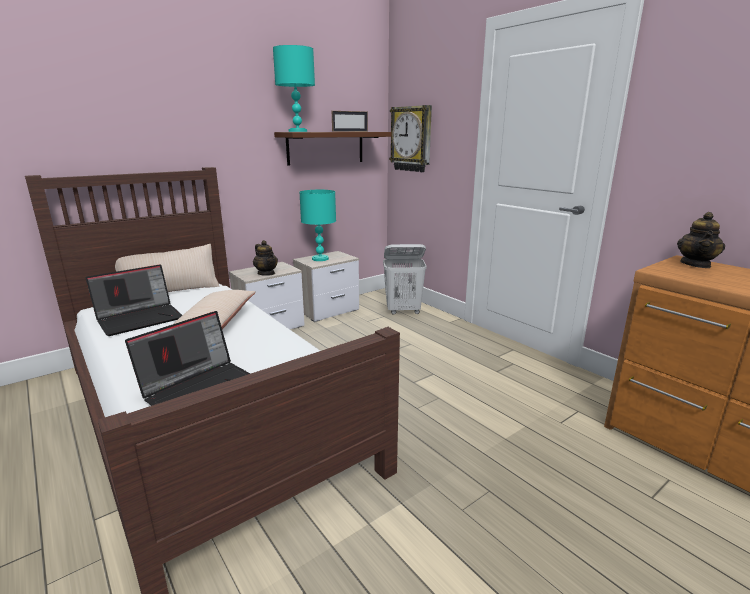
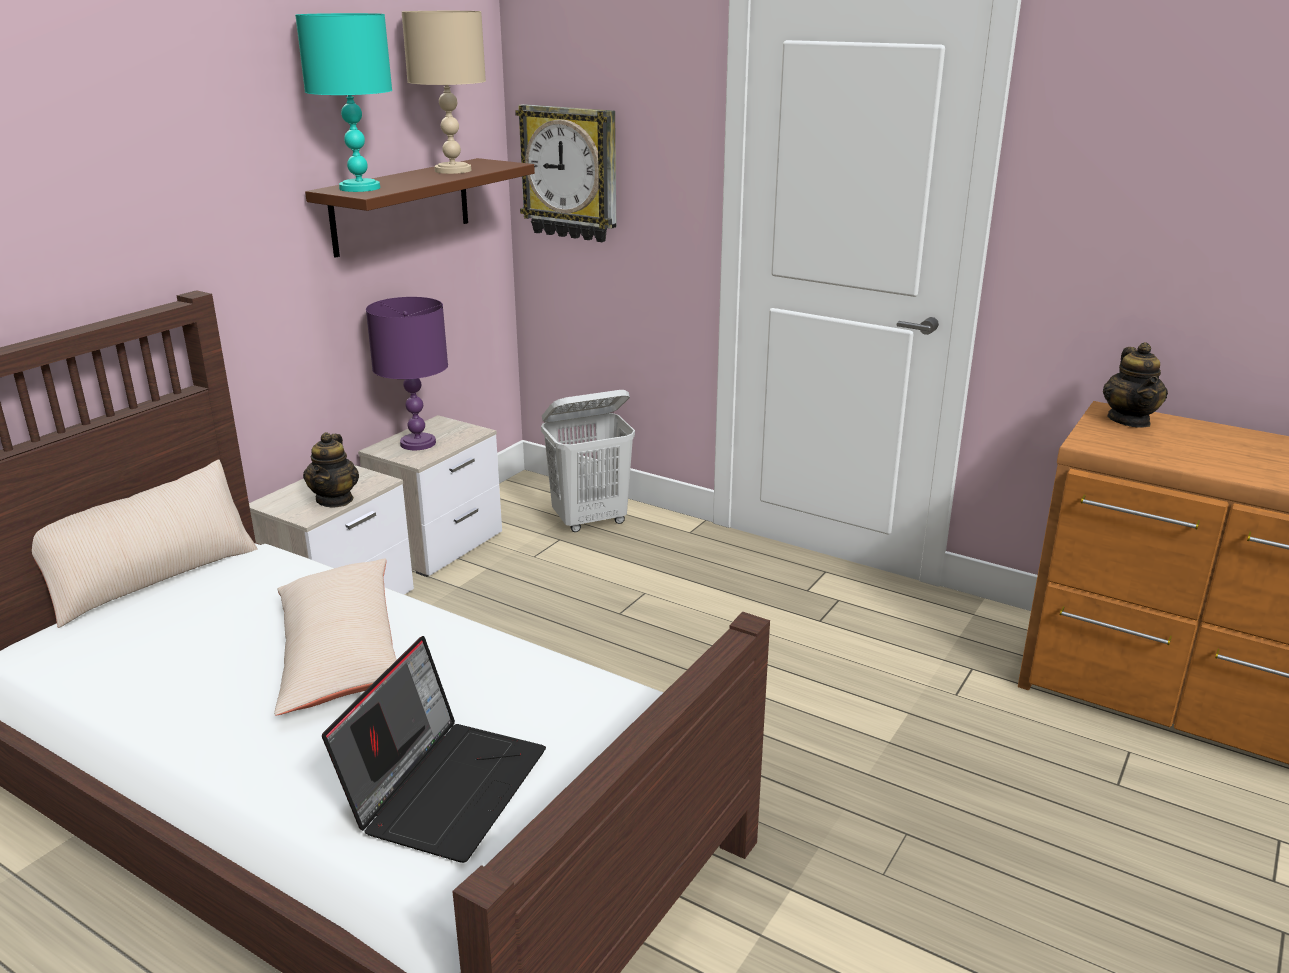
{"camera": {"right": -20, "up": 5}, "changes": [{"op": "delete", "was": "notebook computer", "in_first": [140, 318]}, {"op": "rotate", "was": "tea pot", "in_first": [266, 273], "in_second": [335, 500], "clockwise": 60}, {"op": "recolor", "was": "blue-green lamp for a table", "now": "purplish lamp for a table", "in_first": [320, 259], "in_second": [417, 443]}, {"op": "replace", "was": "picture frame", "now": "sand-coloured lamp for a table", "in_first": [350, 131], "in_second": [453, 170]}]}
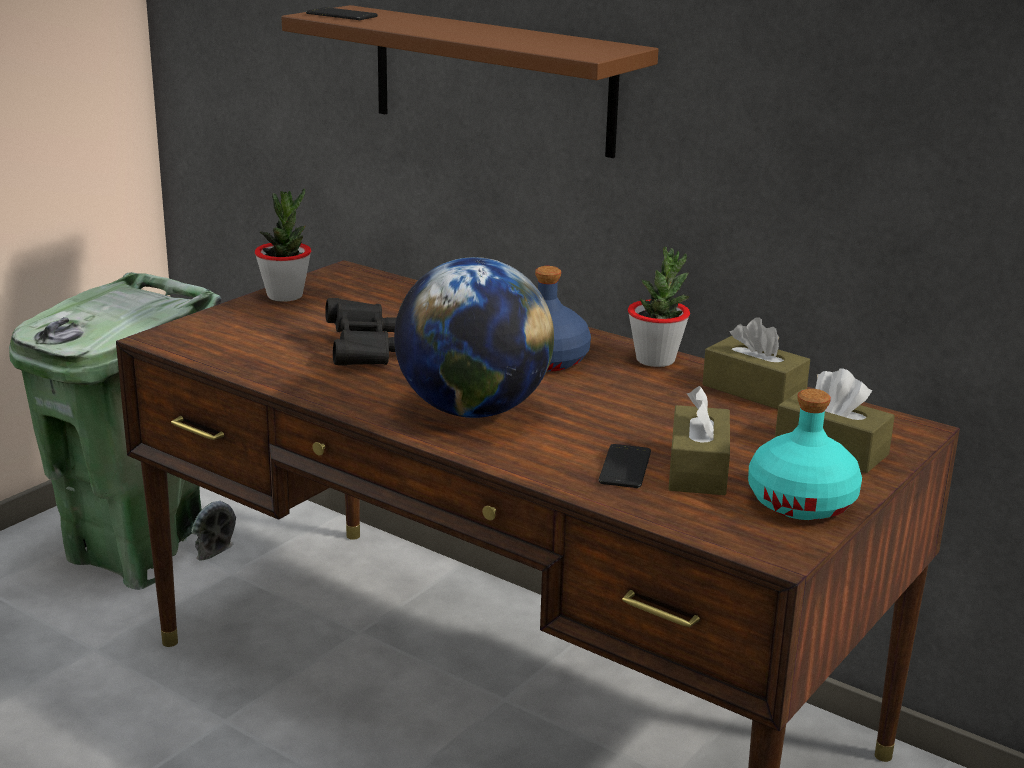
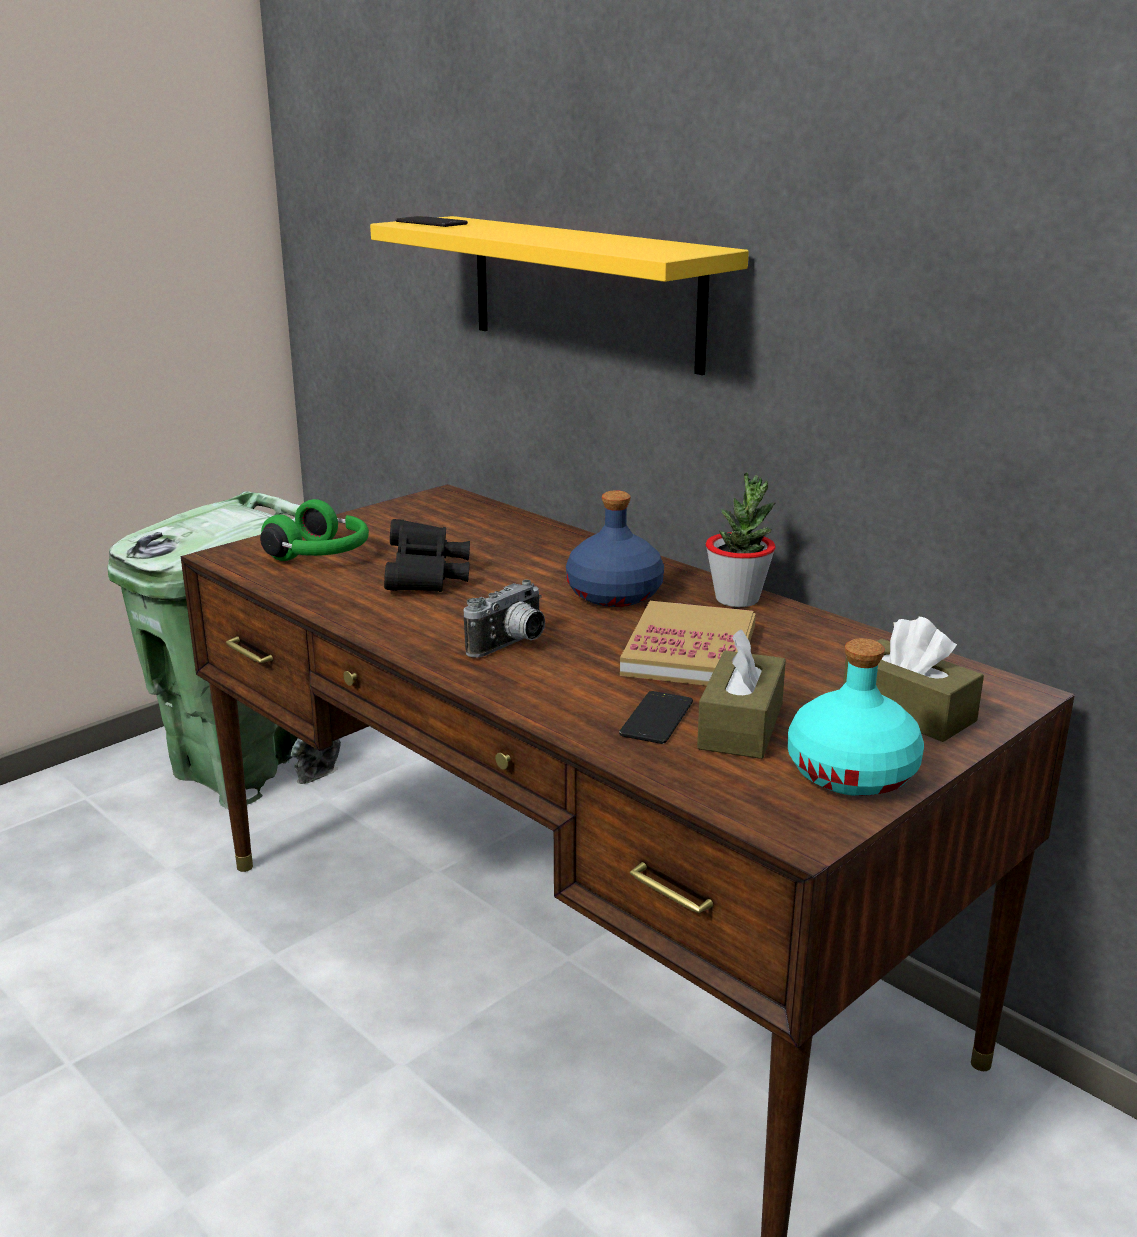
{"camera": {"right": 10, "up": 0}, "changes": [{"op": "delete", "was": "potted plant", "in_first": [285, 296]}, {"op": "recolor", "was": "brown-coloured shelf", "now": "yellow shelf", "in_first": [492, 80], "in_second": [584, 291]}, {"op": "replace", "was": "globe", "now": "still camera", "in_first": [473, 410], "in_second": [512, 645]}, {"op": "delete", "was": "brown-coloured tissue box", "in_first": [753, 390]}, {"op": "insert", "now": "green-coloured pair of headphones", "in_second": [321, 555]}, {"op": "insert", "now": "book", "in_second": [690, 651]}]}
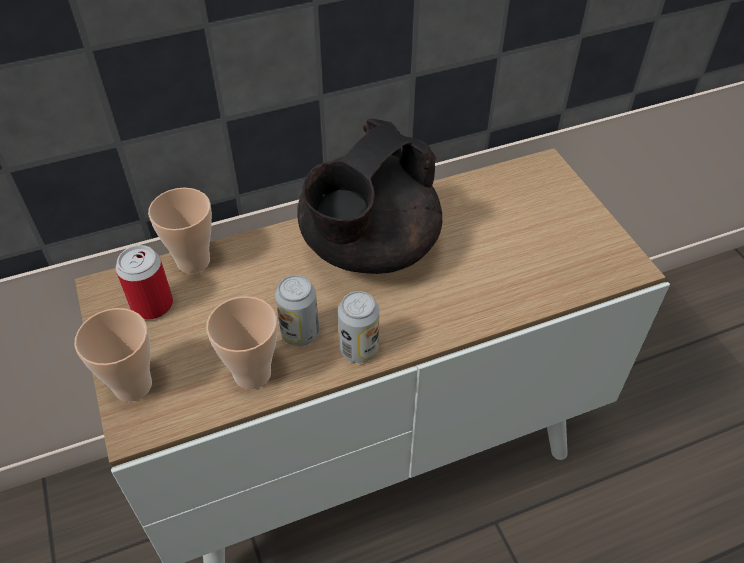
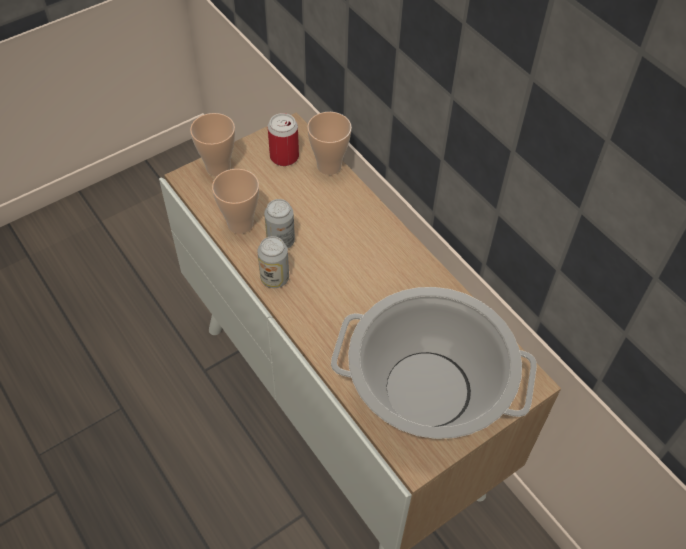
{"camera": {"right": 75, "up": 5}, "changes": [{"op": "delete", "was": "black tea pot", "in_first": [368, 249]}, {"op": "insert", "now": "cooking pot", "in_second": [429, 390]}]}
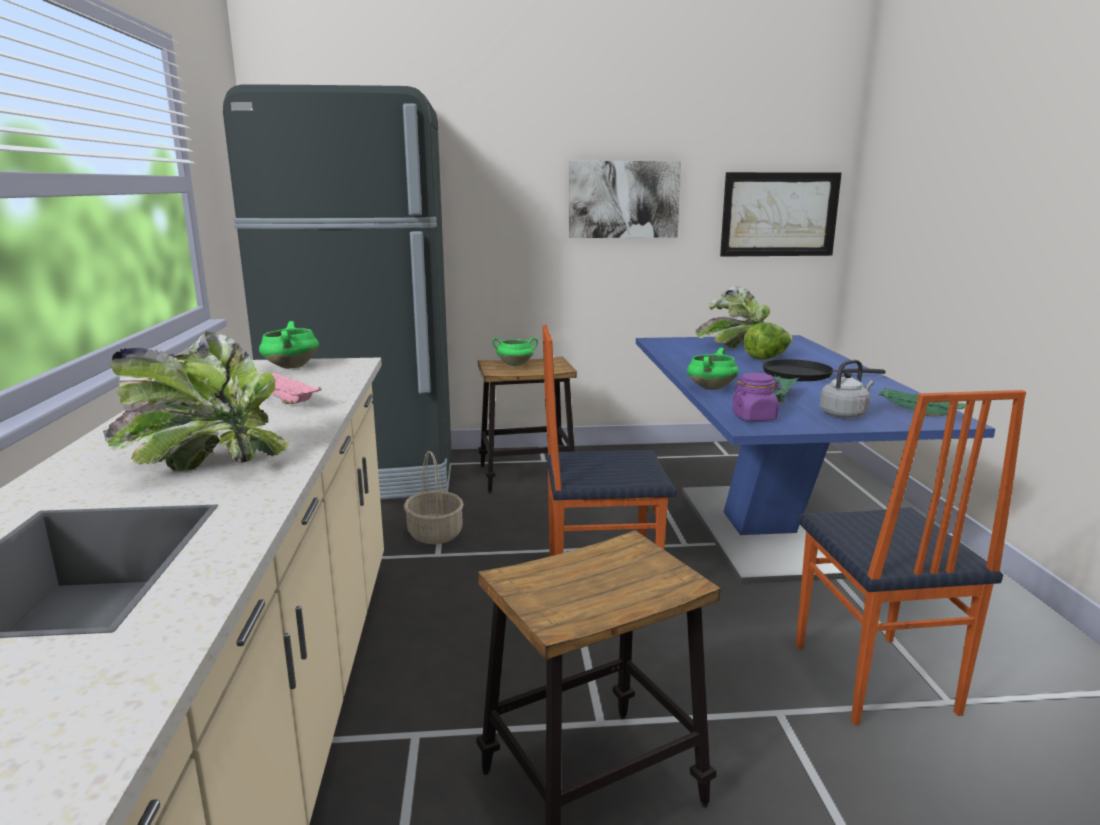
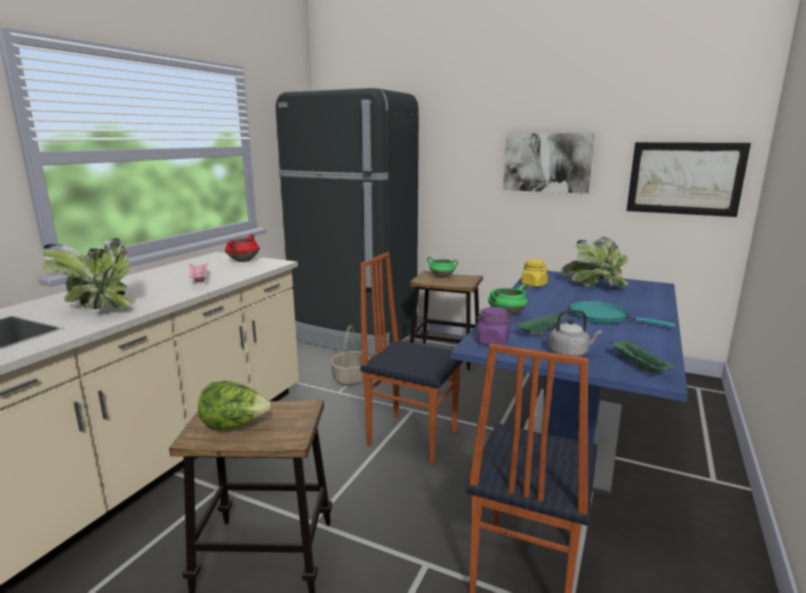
{"camera": {"right": 30, "up": 0}, "changes": [{"op": "recolor", "was": "green-coloured cooking pot", "now": "reddish cooking pot", "in_first": [290, 367], "in_second": [243, 261]}, {"op": "move", "was": "lettuce", "in_first": [766, 358], "in_second": [234, 426]}, {"op": "recolor", "was": "black pan", "now": "blue-green pan", "in_first": [802, 375], "in_second": [602, 316]}, {"op": "insert", "now": "yellow jar", "in_second": [534, 284]}]}
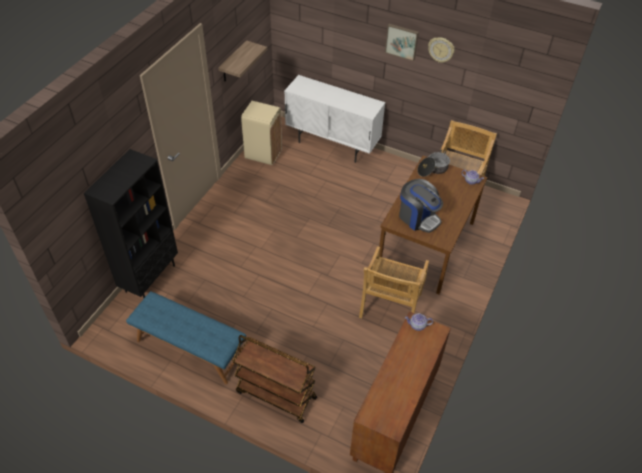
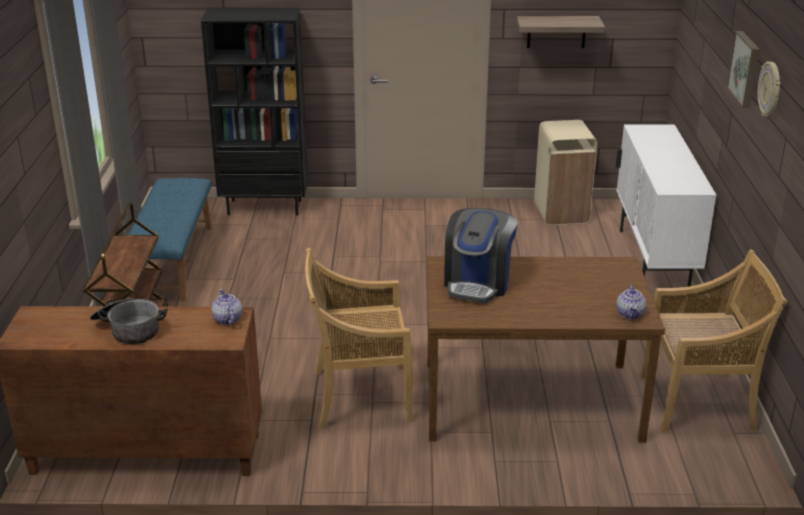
{"camera": {"right": 65, "up": -20}, "changes": [{"op": "move", "was": "cooking pot", "in_first": [433, 169], "in_second": [128, 330]}]}
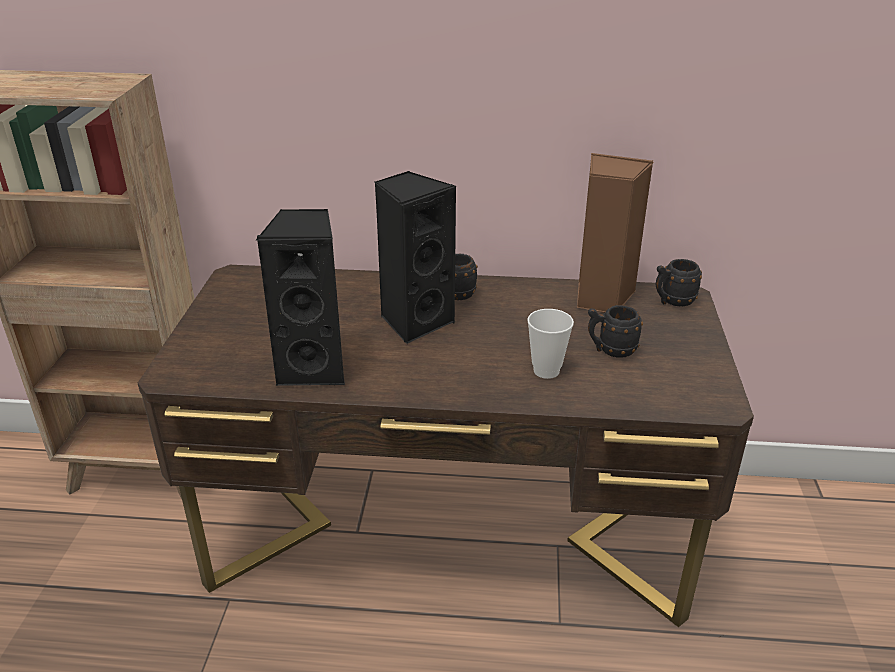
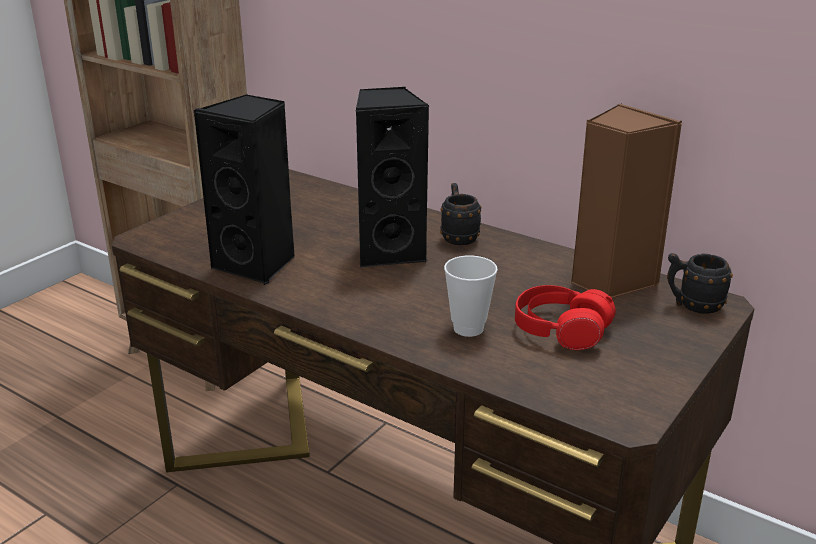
{"camera": {"right": 30, "up": -5}, "changes": [{"op": "replace", "was": "black mug", "now": "reddish pair of headphones", "in_first": [610, 350], "in_second": [561, 330]}]}
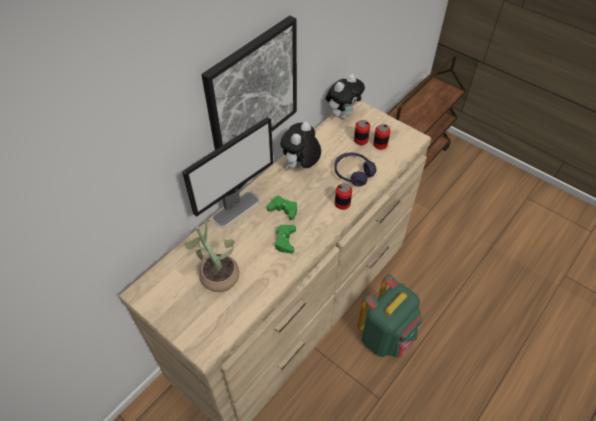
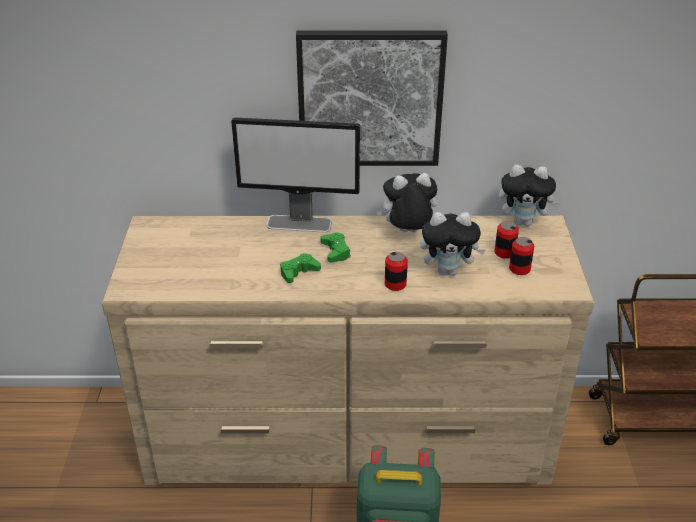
{"camera": {"right": 50, "up": -15}, "changes": [{"op": "delete", "was": "potted plant", "in_first": [217, 273]}, {"op": "replace", "was": "purplish pair of headphones", "now": "soft toy", "in_first": [353, 173], "in_second": [448, 271]}]}
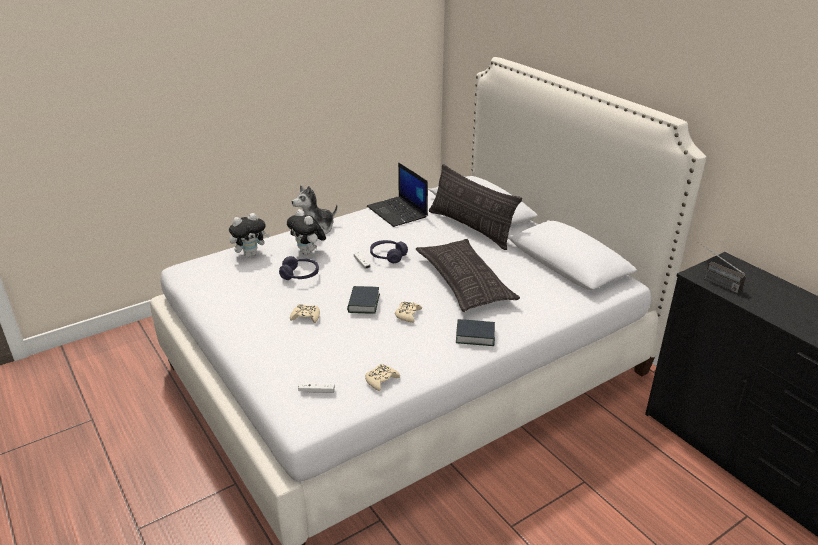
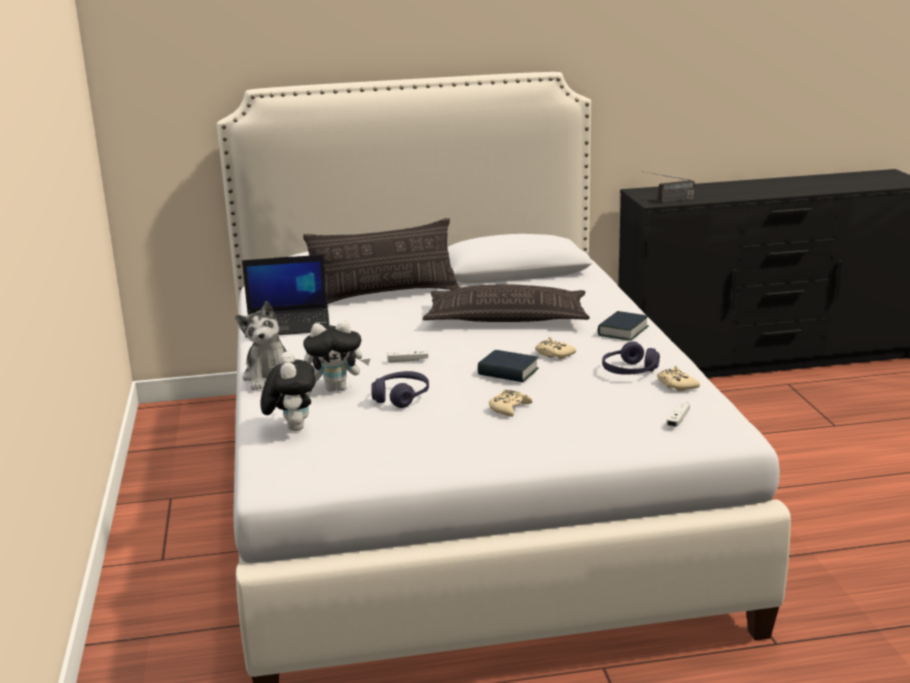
{"camera": {"right": -65, "up": -10}, "changes": [{"op": "move", "was": "purplish pair of headphones", "in_first": [388, 256], "in_second": [629, 371]}]}
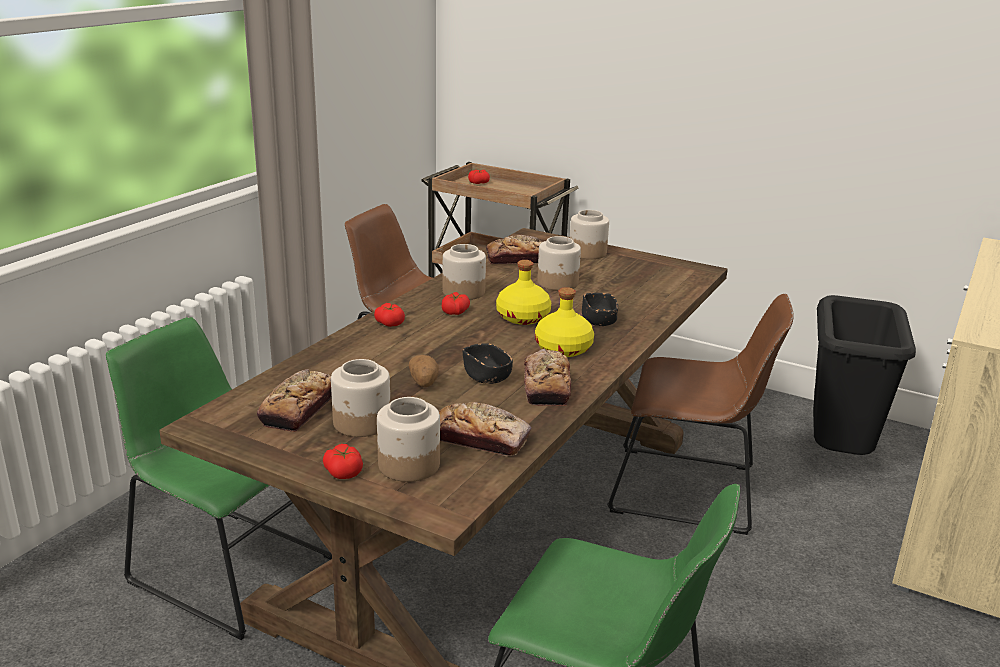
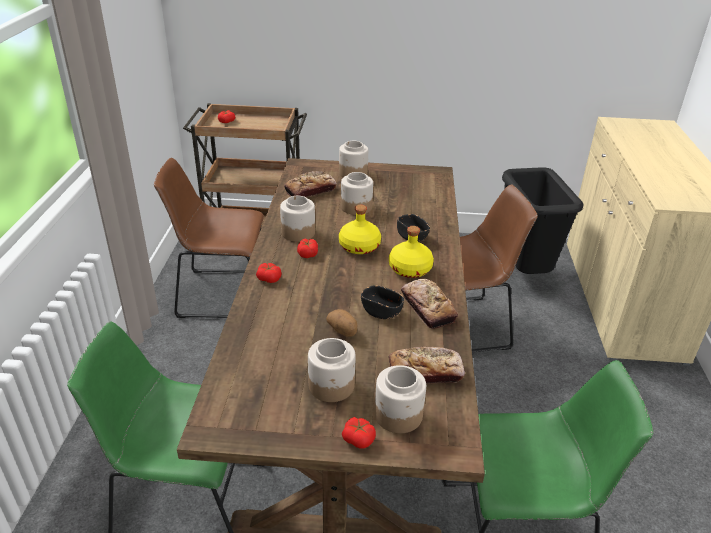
{"camera": {"right": -25, "up": 10}, "changes": [{"op": "delete", "was": "baked bread", "in_first": [299, 409]}]}
